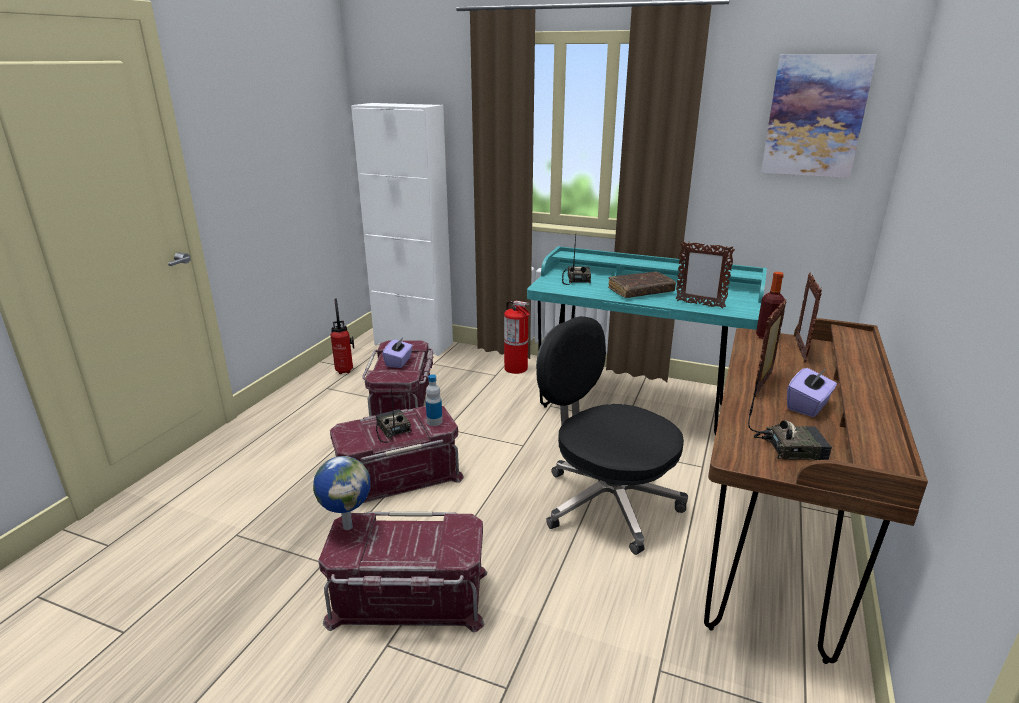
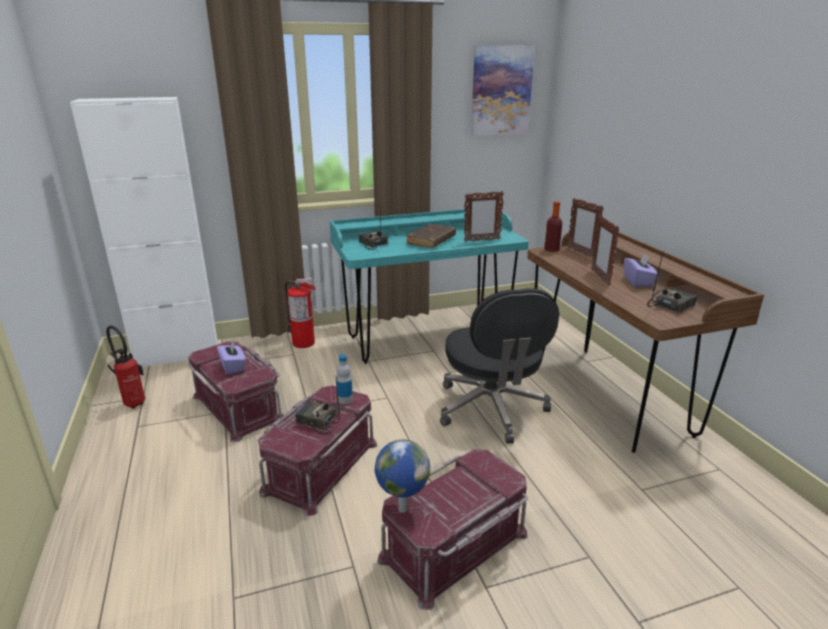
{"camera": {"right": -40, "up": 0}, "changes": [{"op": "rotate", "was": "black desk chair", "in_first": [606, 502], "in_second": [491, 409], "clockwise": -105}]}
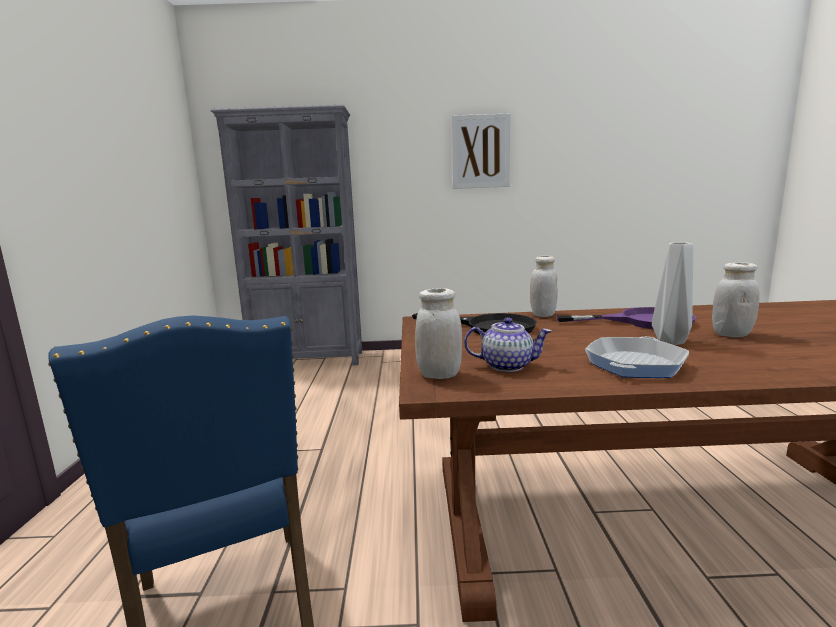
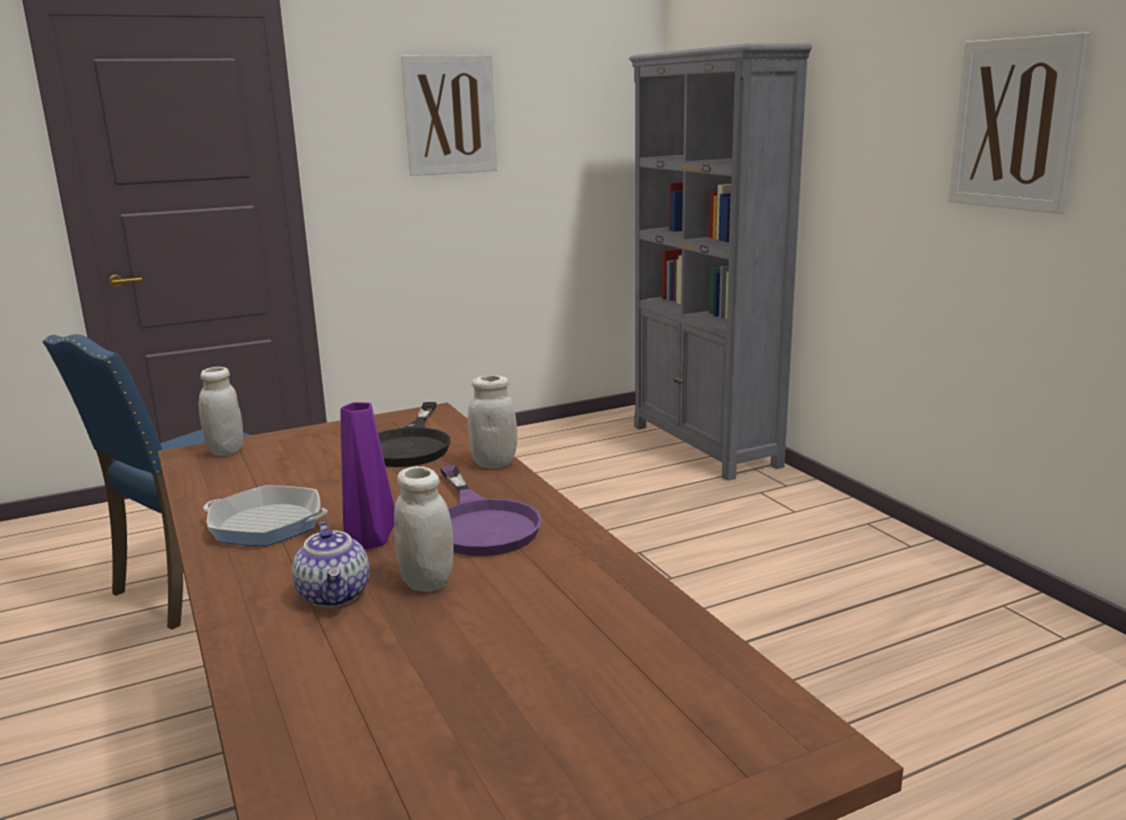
{"camera": {"right": 65, "up": 5}, "changes": [{"op": "move", "was": "tea pot", "in_first": [507, 365], "in_second": [335, 595]}, {"op": "recolor", "was": "greyish vase", "now": "purplish vase", "in_first": [672, 342], "in_second": [368, 543]}, {"op": "insert", "now": "picture", "in_second": [450, 115]}]}
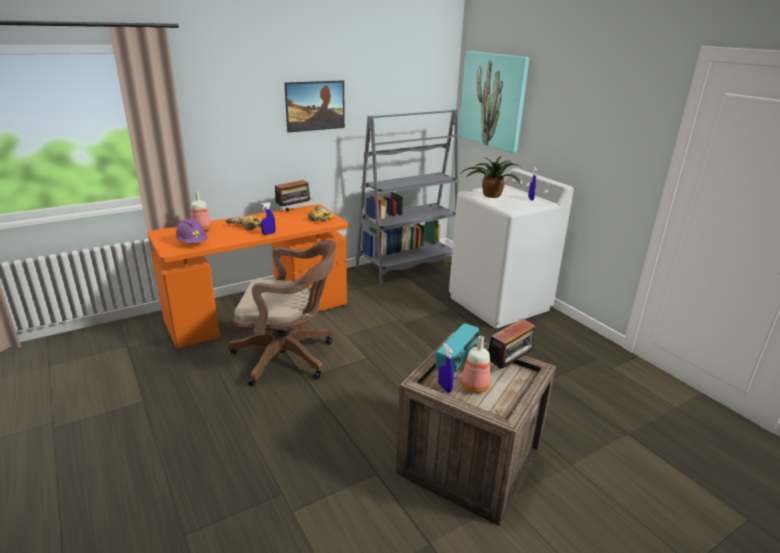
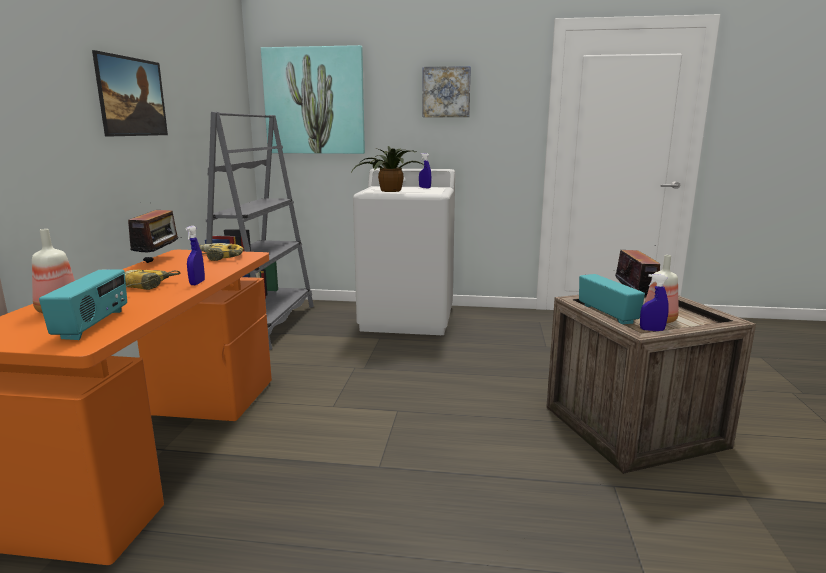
{"camera": {"right": -50, "up": -10}, "changes": [{"op": "replace", "was": "purplish safety helmet", "now": "radio", "in_first": [192, 243], "in_second": [93, 325]}, {"op": "delete", "was": "brown-coloured desk chair", "in_first": [289, 357]}, {"op": "insert", "now": "picture", "in_second": [446, 92]}]}
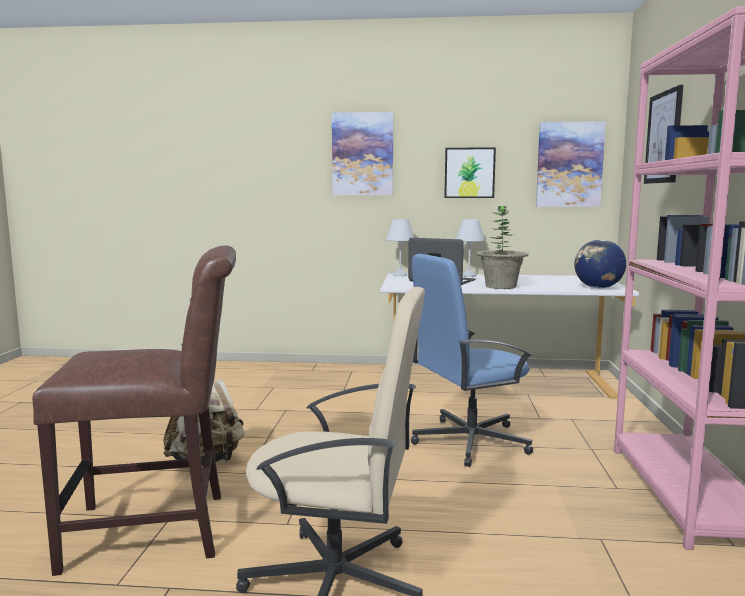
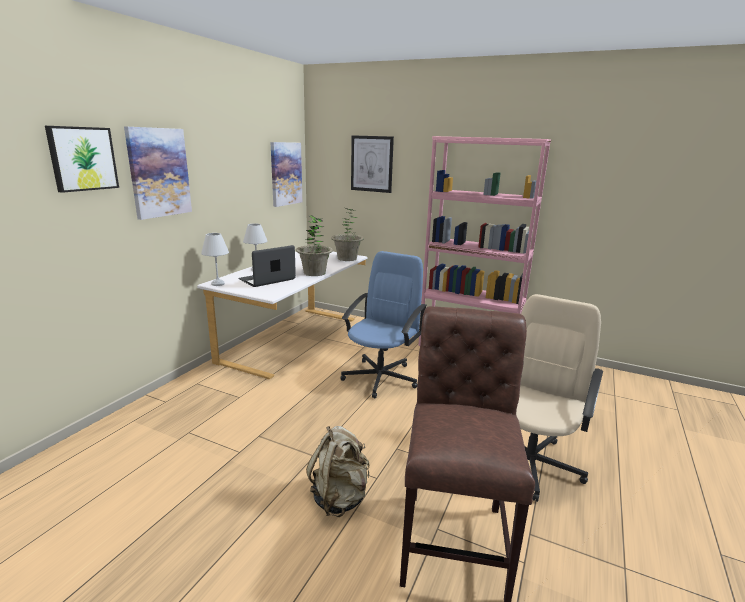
{"camera": {"right": -70, "up": 10}, "changes": [{"op": "rotate", "was": "bluish desk chair", "in_first": [468, 441], "in_second": [381, 377], "clockwise": -150}, {"op": "move", "was": "picture", "in_first": [469, 173], "in_second": [82, 158]}, {"op": "replace", "was": "globe", "now": "potted plant", "in_first": [598, 288], "in_second": [347, 258]}]}
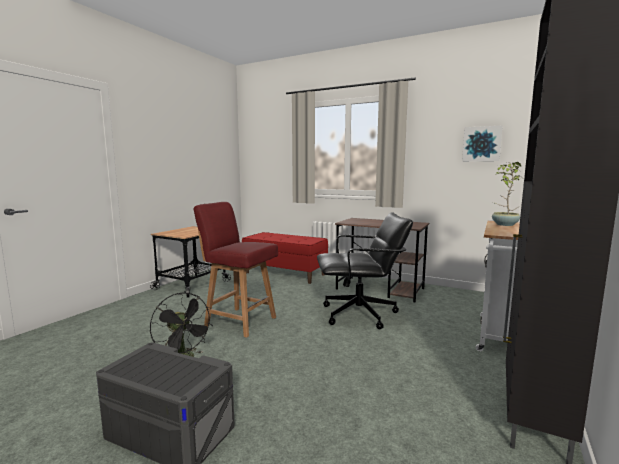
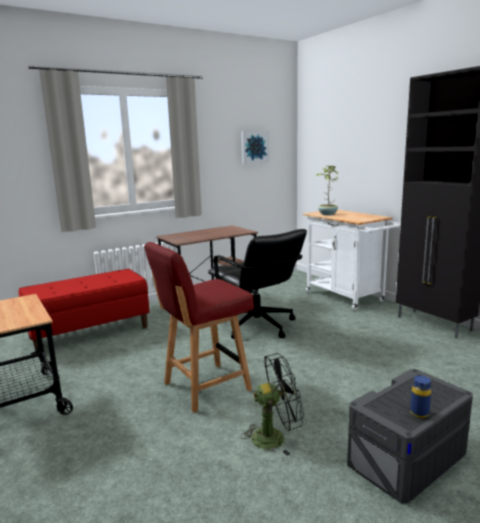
{"camera": {"right": -60, "up": 5}, "changes": [{"op": "rotate", "was": "black desk chair", "in_first": [360, 314], "in_second": [257, 326], "clockwise": 120}, {"op": "insert", "now": "bluish bottle", "in_second": [419, 413]}]}
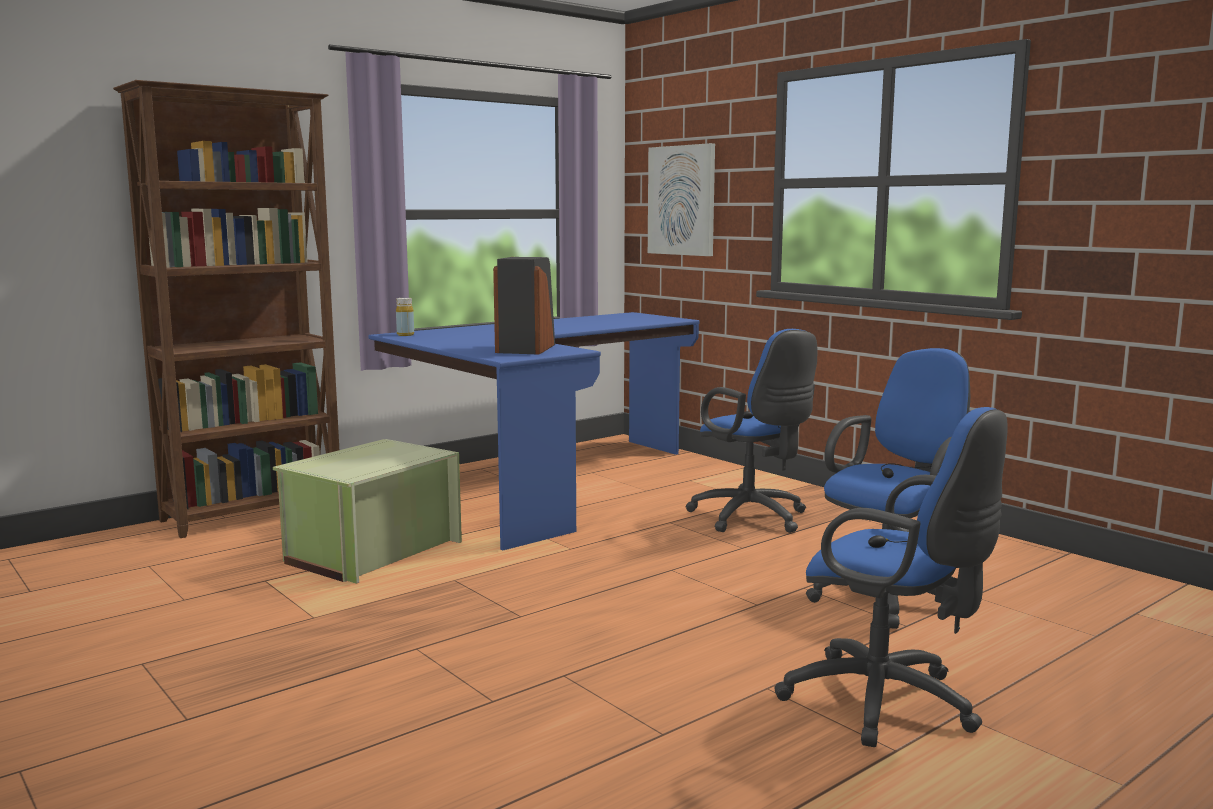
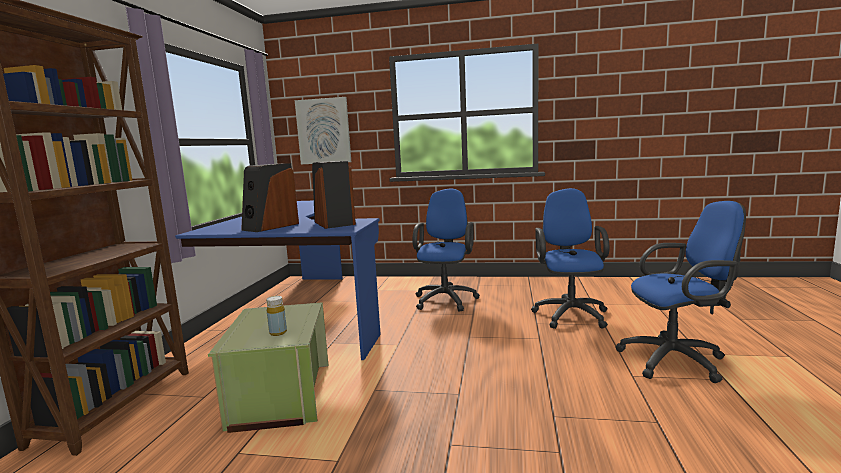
{"camera": {"right": -40, "up": 0}, "changes": [{"op": "move", "was": "yellow bottle", "in_first": [405, 335], "in_second": [278, 333]}, {"op": "rotate", "was": "bluish desk chair", "in_first": [753, 518], "in_second": [446, 299], "clockwise": -90}, {"op": "insert", "now": "loudspeaker", "in_second": [270, 227]}]}
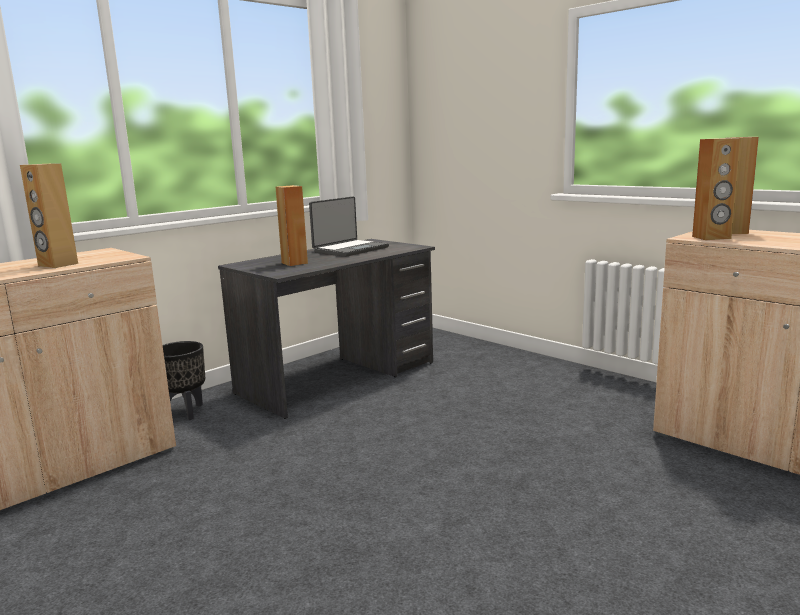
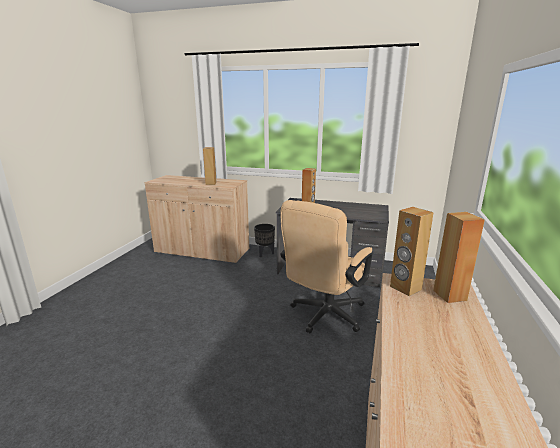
{"camera": {"right": 60, "up": 5}, "changes": [{"op": "delete", "was": "notebook computer", "in_first": [350, 249]}, {"op": "insert", "now": "sand-coloured desk chair", "in_second": [324, 316]}]}
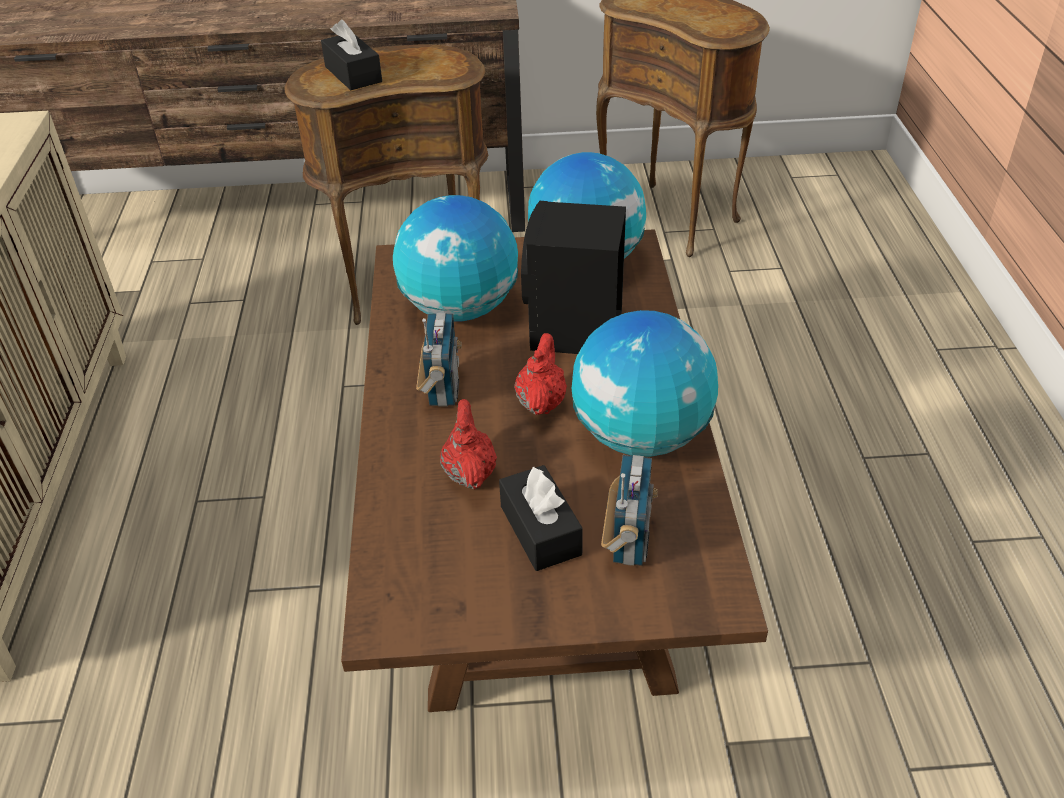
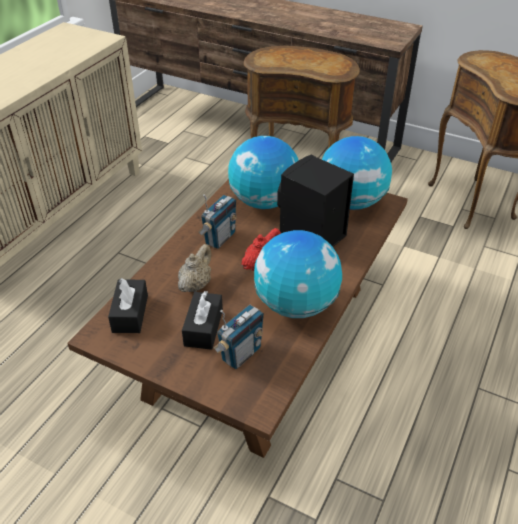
{"camera": {"right": 30, "up": 0}, "changes": [{"op": "move", "was": "black tissue box", "in_first": [353, 74], "in_second": [130, 313]}, {"op": "recolor", "was": "reddish tea pot", "now": "sand-coloured tea pot", "in_first": [469, 473], "in_second": [196, 284]}]}
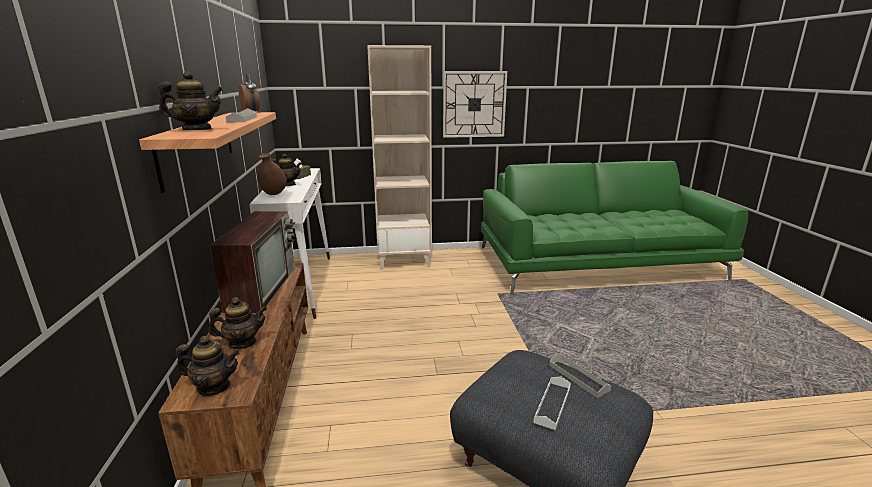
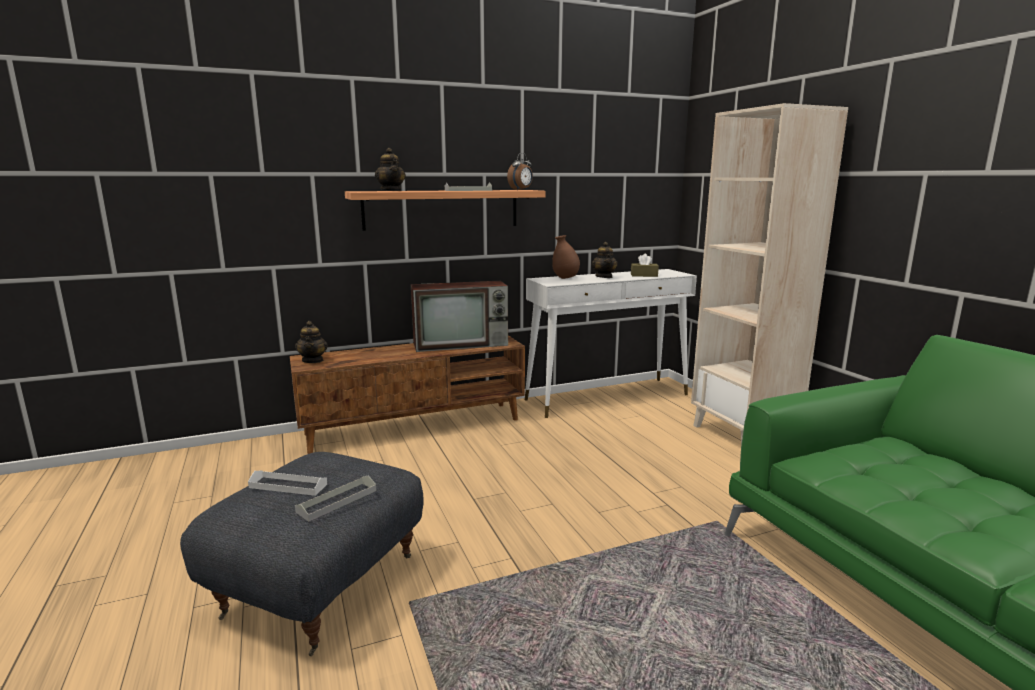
{"camera": {"right": 75, "up": -5}, "changes": [{"op": "delete", "was": "tea pot", "in_first": [242, 343]}, {"op": "delete", "was": "clock on the wall", "in_first": [474, 104]}]}
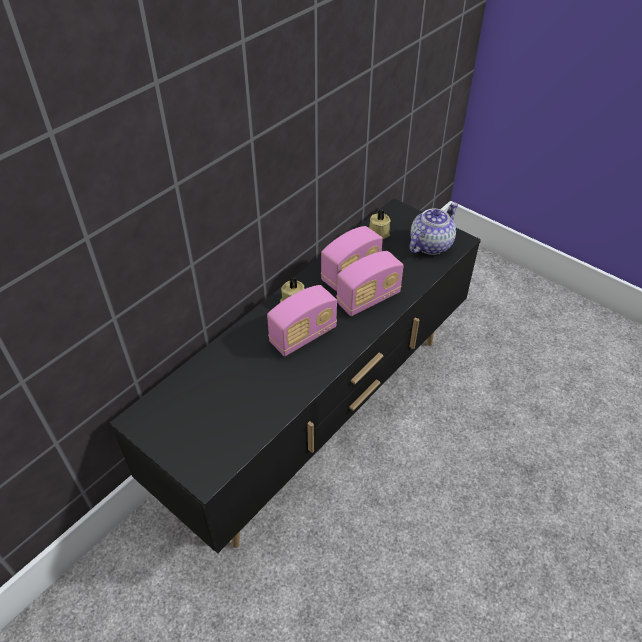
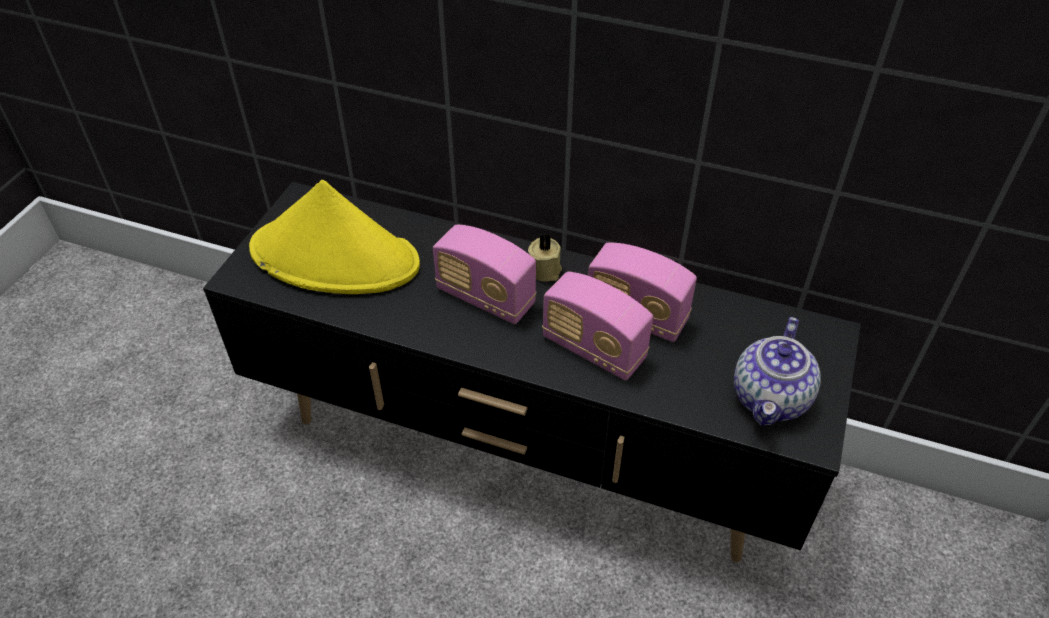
{"camera": {"right": 70, "up": 0}, "changes": [{"op": "delete", "was": "sand-coloured wax light", "in_first": [378, 233]}, {"op": "rotate", "was": "tea pot", "in_first": [430, 244], "in_second": [771, 399], "clockwise": 90}, {"op": "insert", "now": "yellow clothing hat", "in_second": [336, 257]}]}
